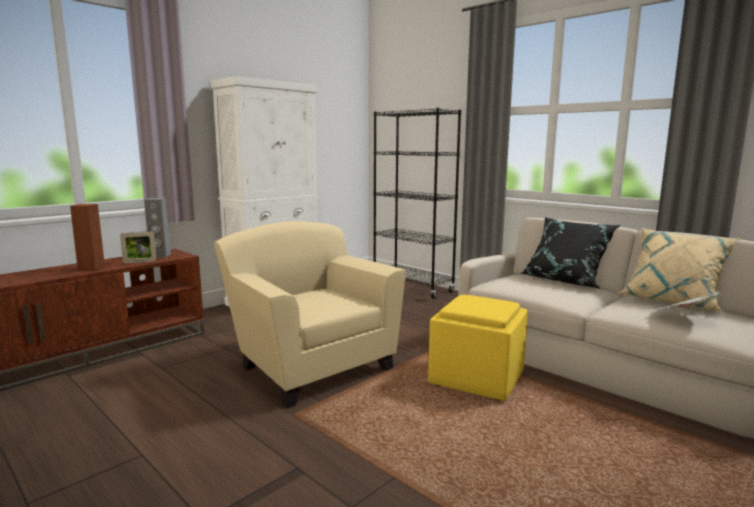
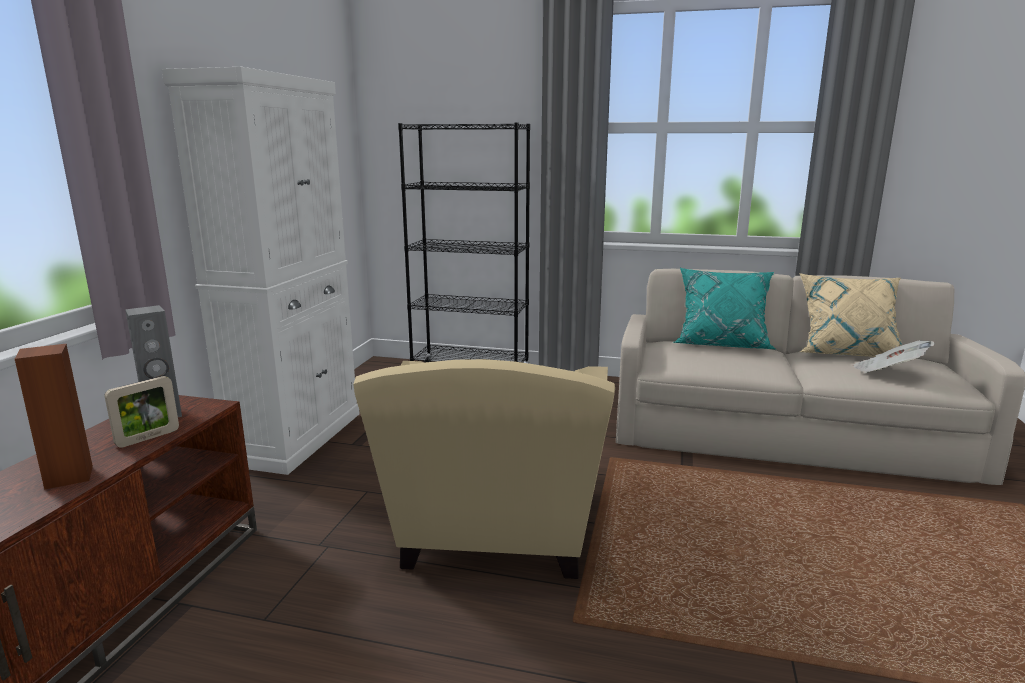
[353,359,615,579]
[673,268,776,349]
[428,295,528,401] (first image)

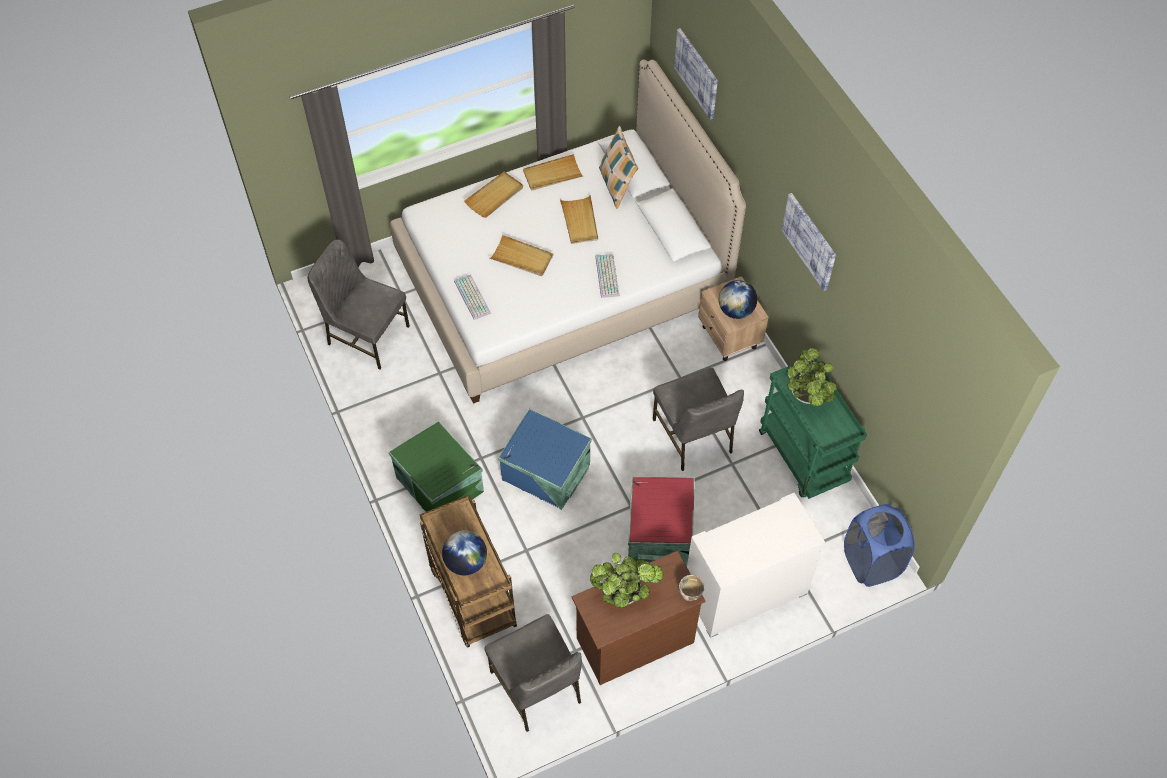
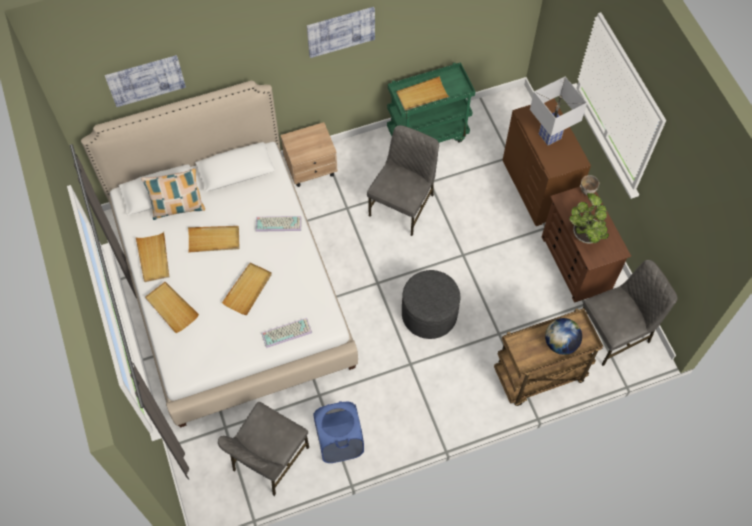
[313,402,364,463]
[367,125,439,236]
[396,76,450,111]
[402,270,460,339]
[503,98,591,226]
[530,77,587,145]
[389,421,484,512] (first image)
[628,477,695,567] (first image)
[719,280,757,319] (first image)

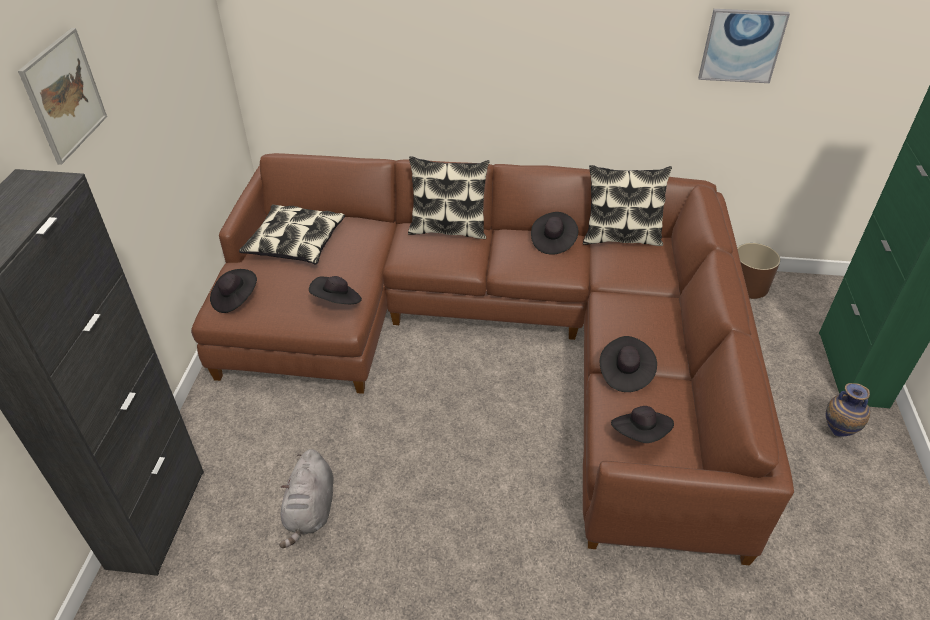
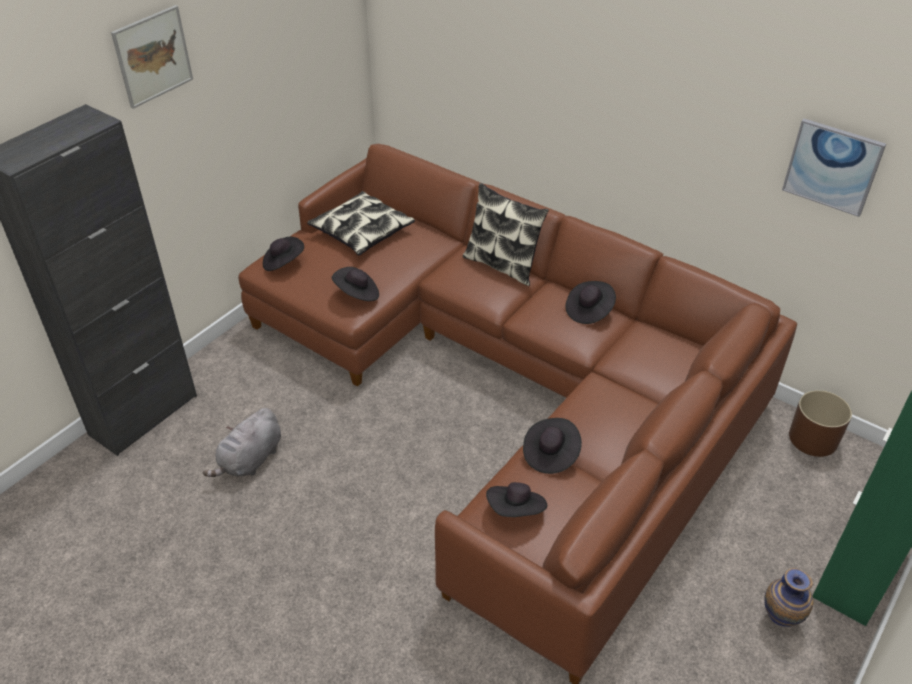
[583,165,672,246] (first image)

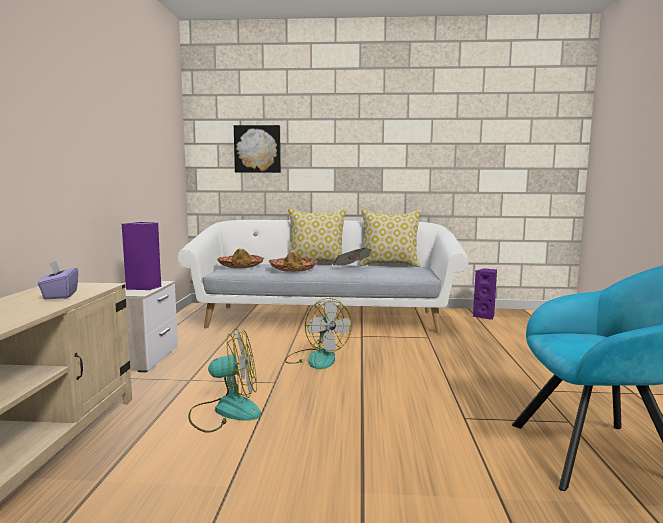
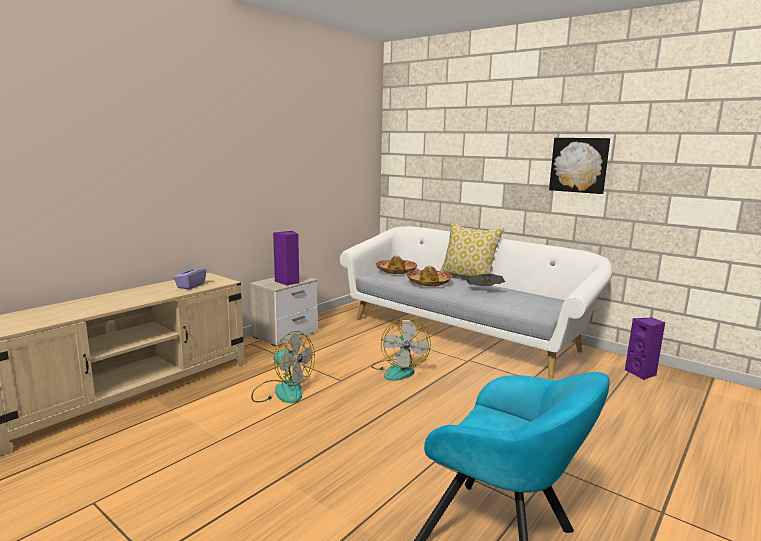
[549,138,610,194]
[360,209,421,267] (first image)

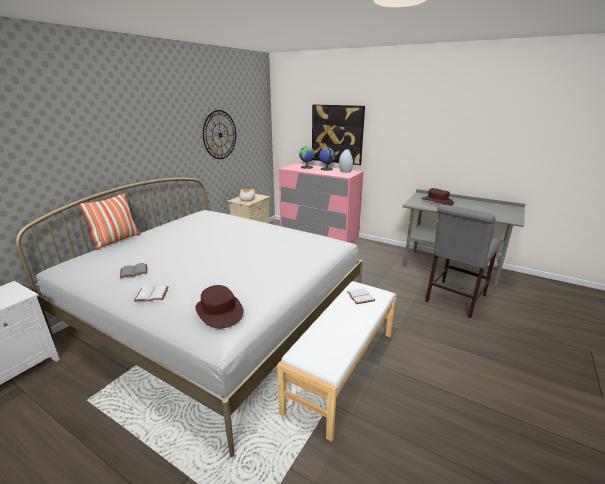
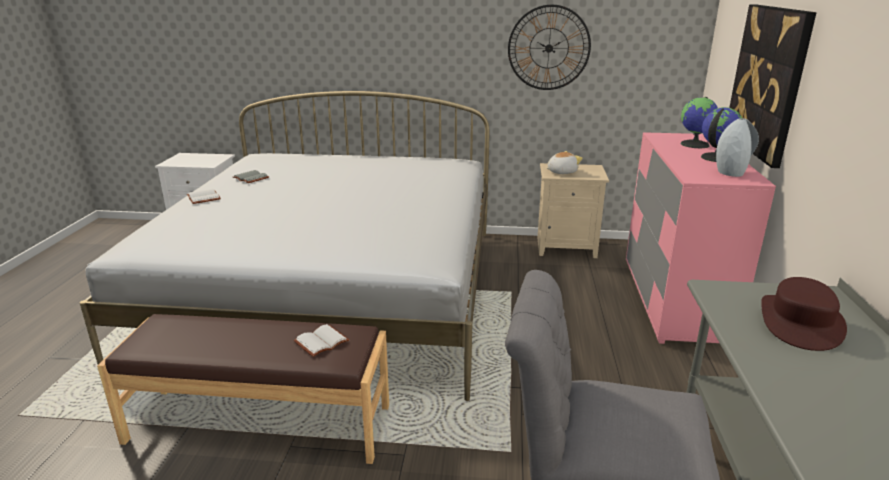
[97,314,389,464]
[79,193,141,250] (first image)
[195,285,243,328] (first image)

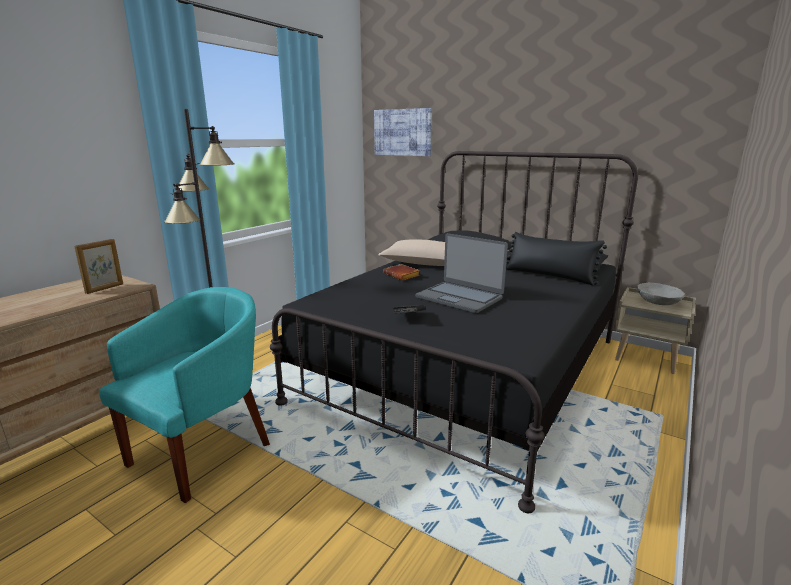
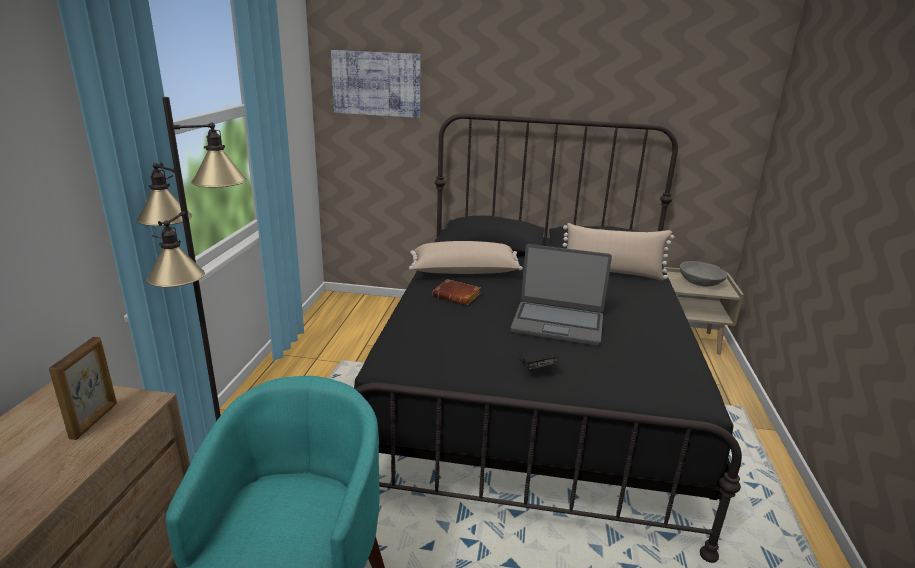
[562,223,674,280]

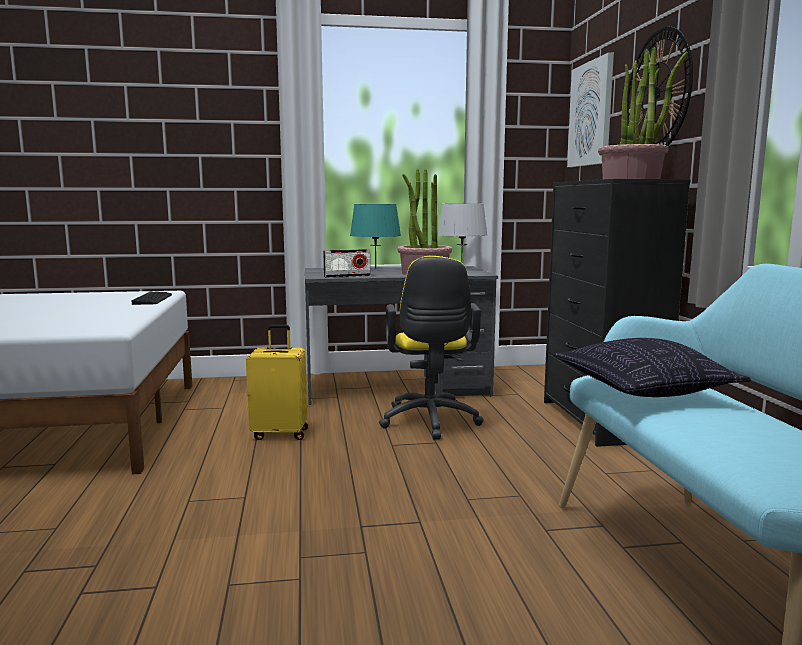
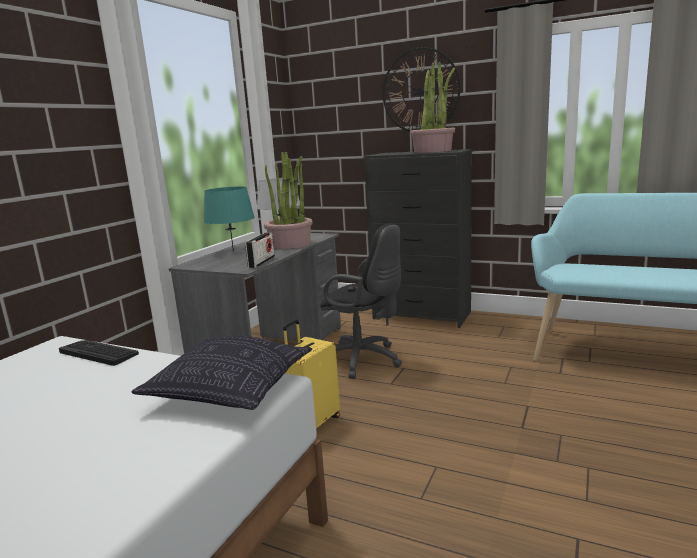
[131,336,312,410]
[320,224,402,379]
[567,52,614,167] (first image)

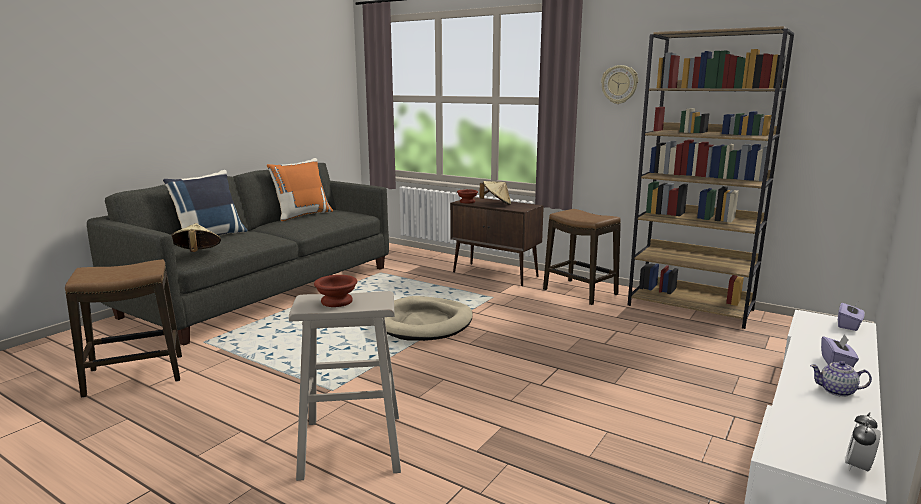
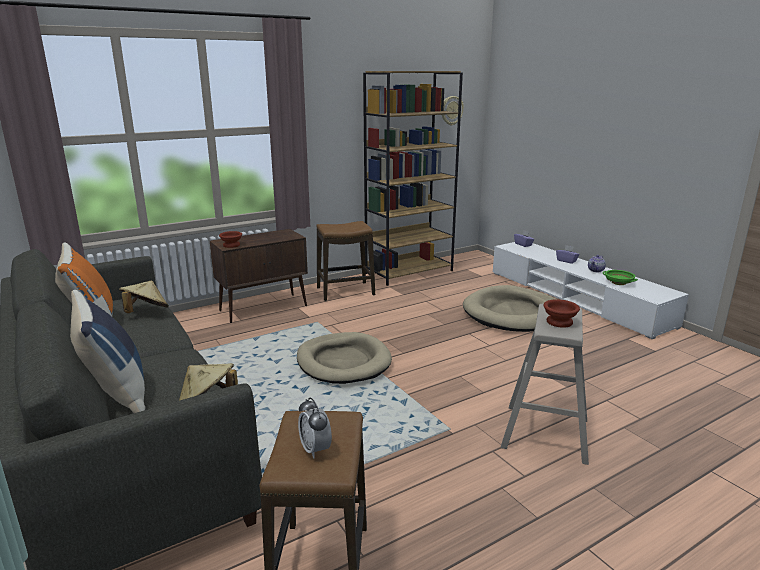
[119,281,169,313]
[298,397,332,459]
[442,96,464,126]
[463,285,556,332]
[603,270,638,285]

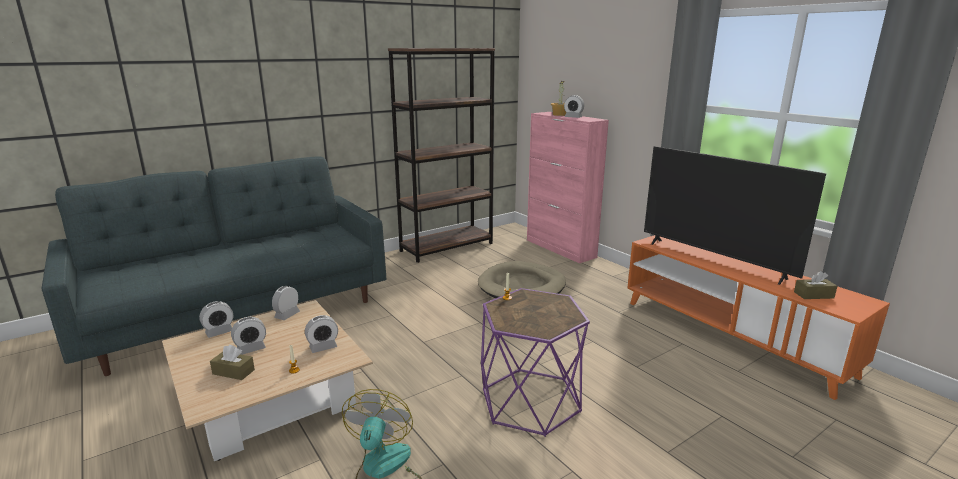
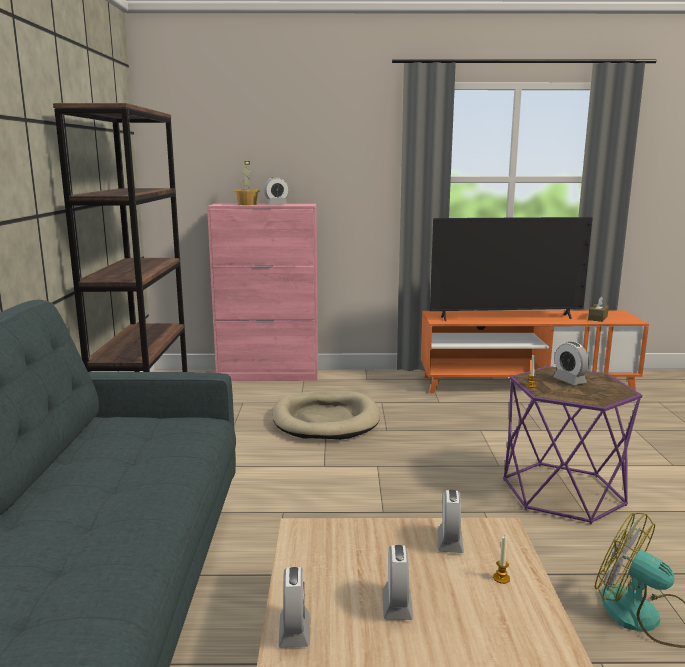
[553,342,589,385]
[210,345,255,380] (first image)

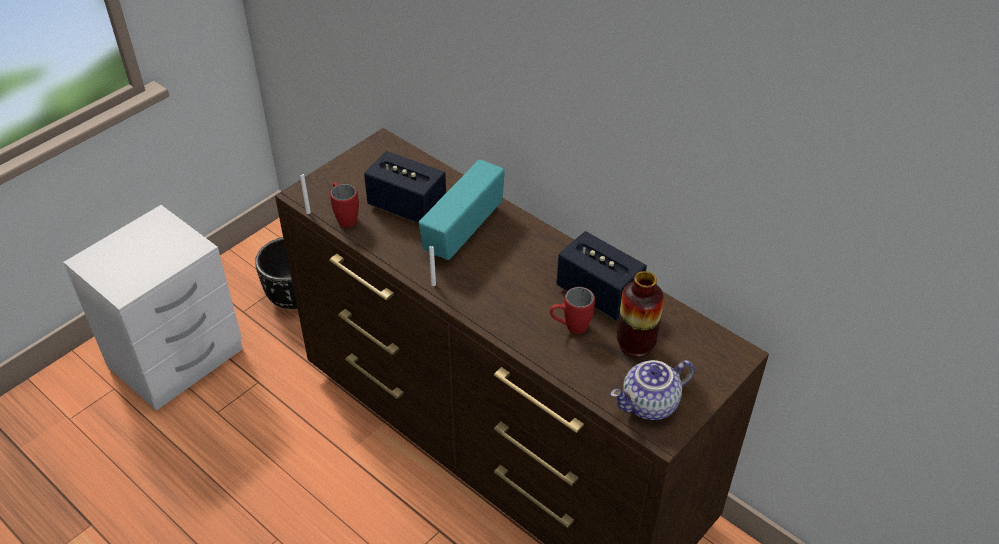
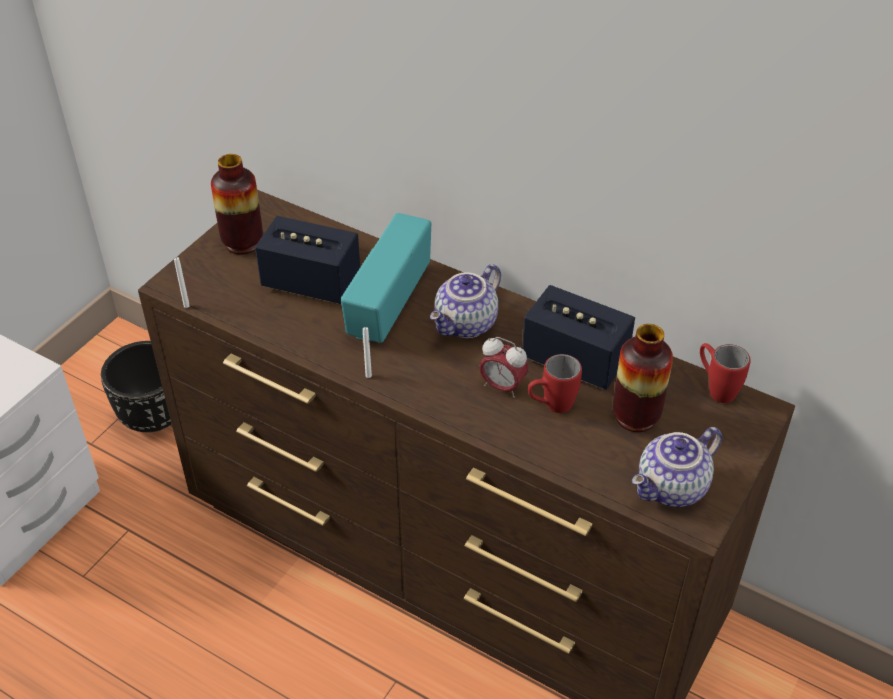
[211,154,263,255]
[430,264,501,338]
[479,337,529,398]
[700,343,751,403]

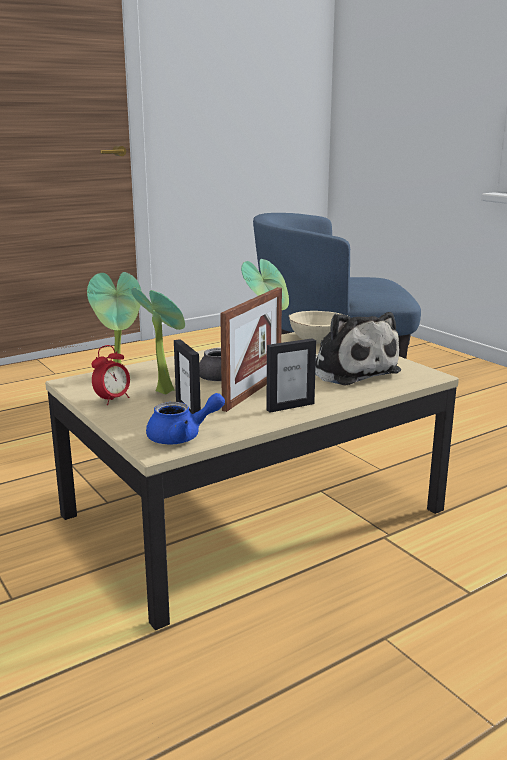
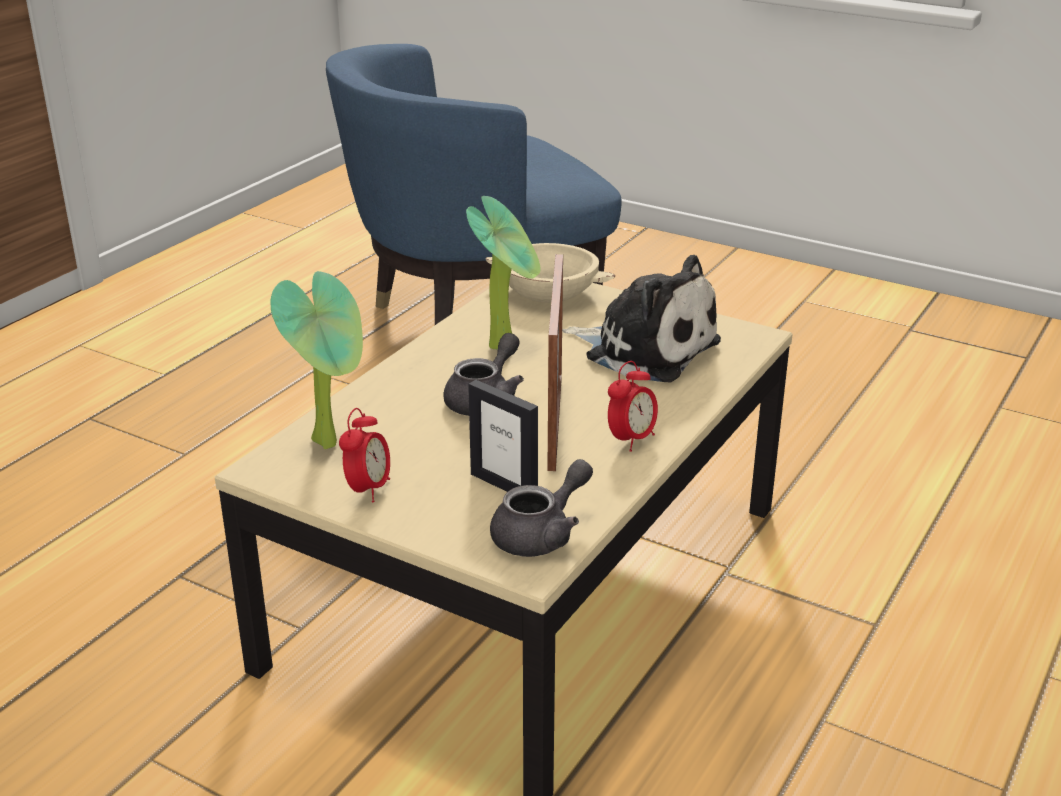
[490,459,593,557]
[608,361,658,452]
[131,287,185,394] (first image)

